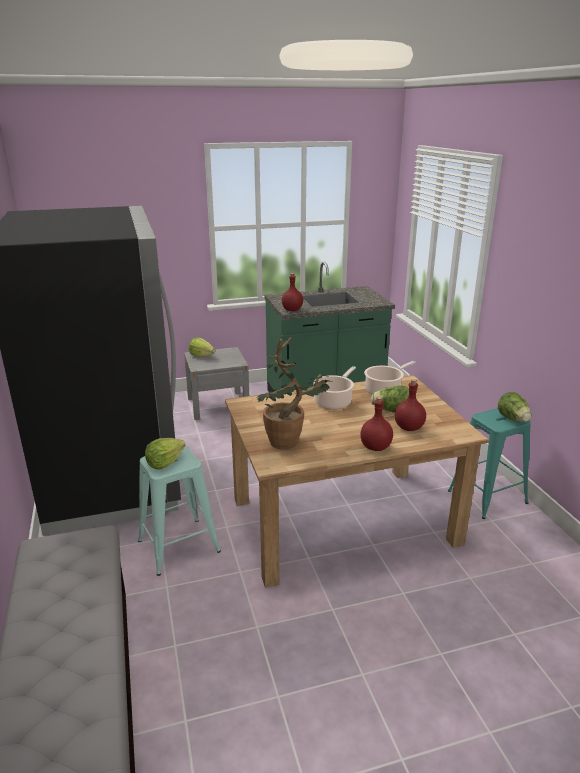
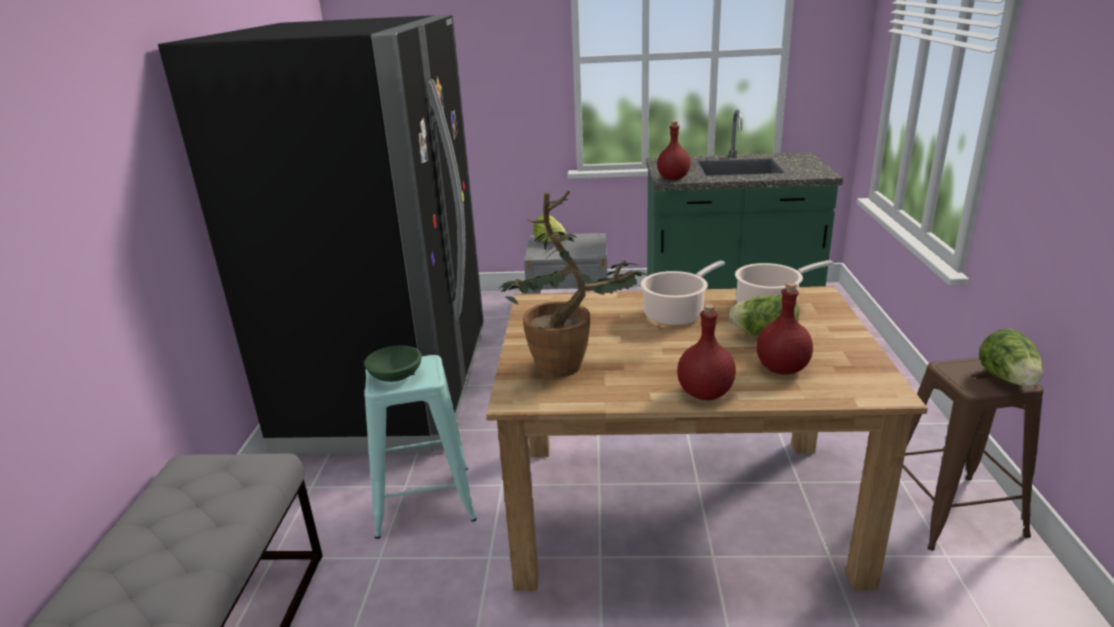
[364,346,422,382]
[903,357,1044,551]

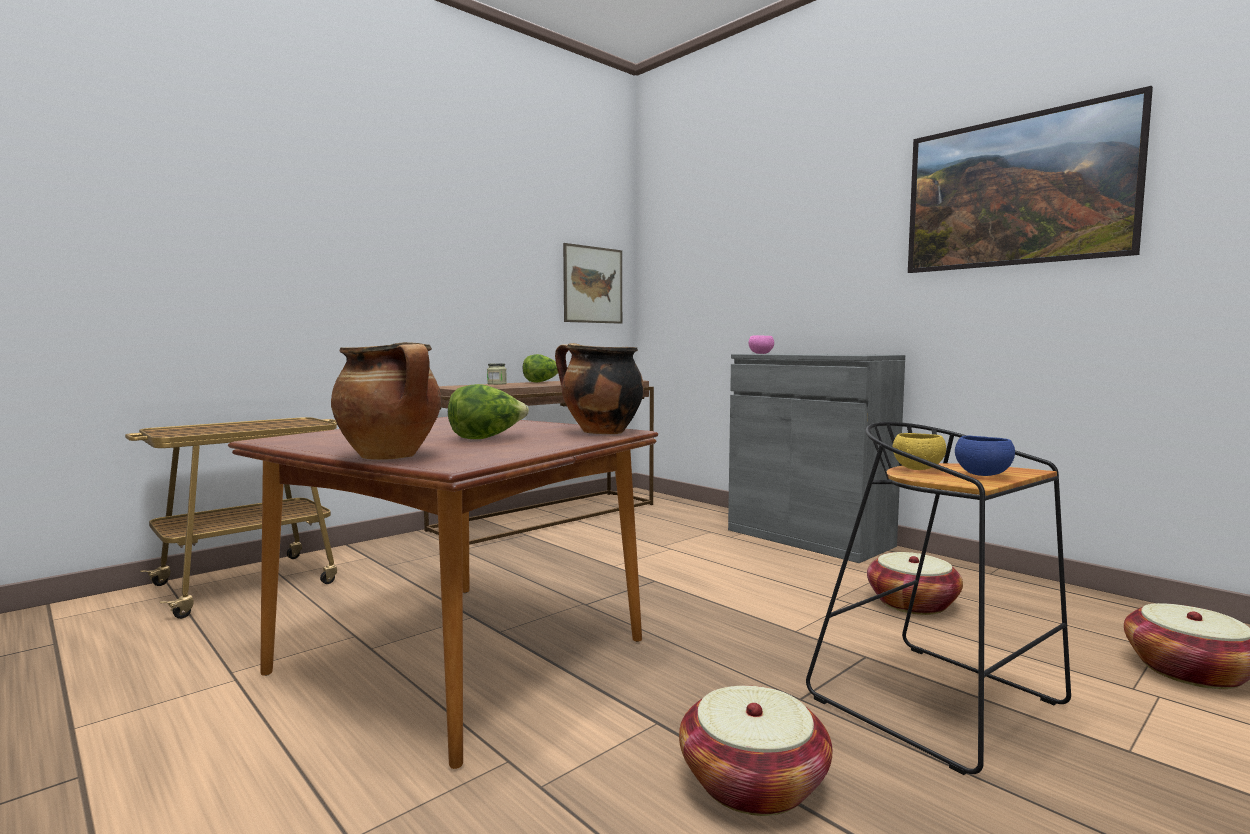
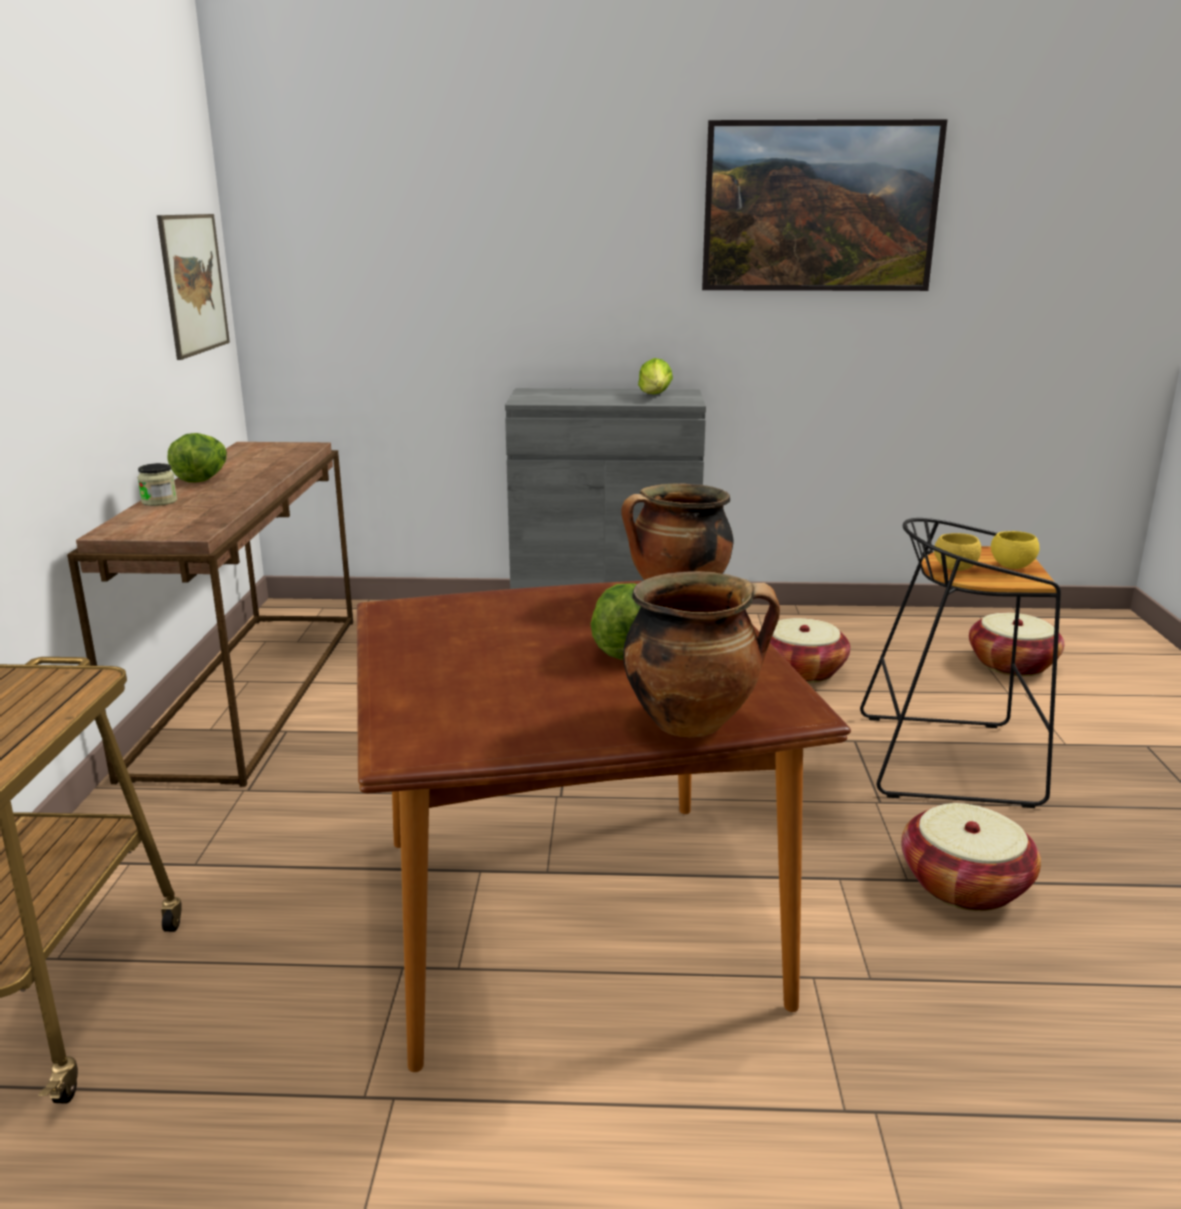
[638,358,673,394]
[991,531,1040,569]
[748,335,774,354] (first image)

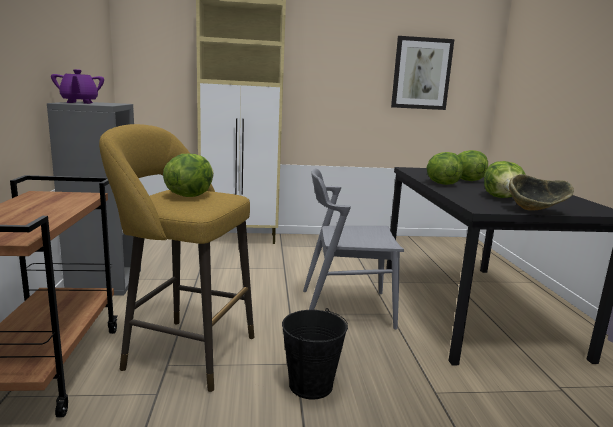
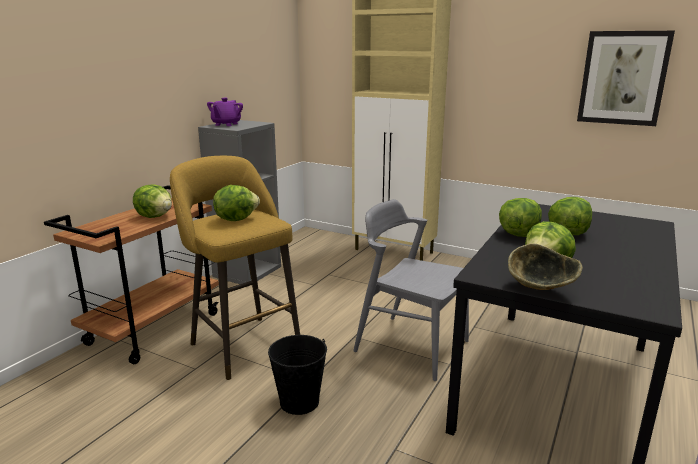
[133,184,172,218]

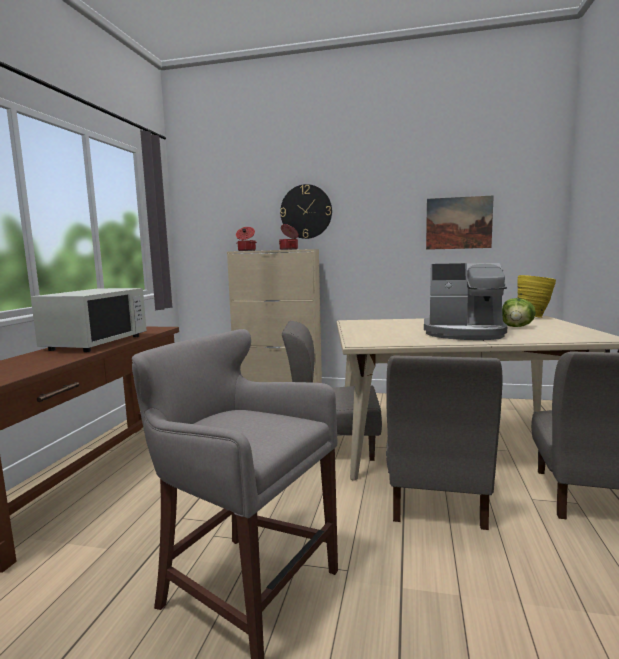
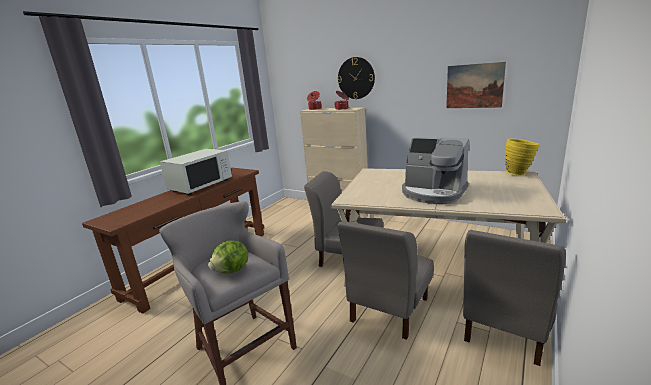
[208,240,248,274]

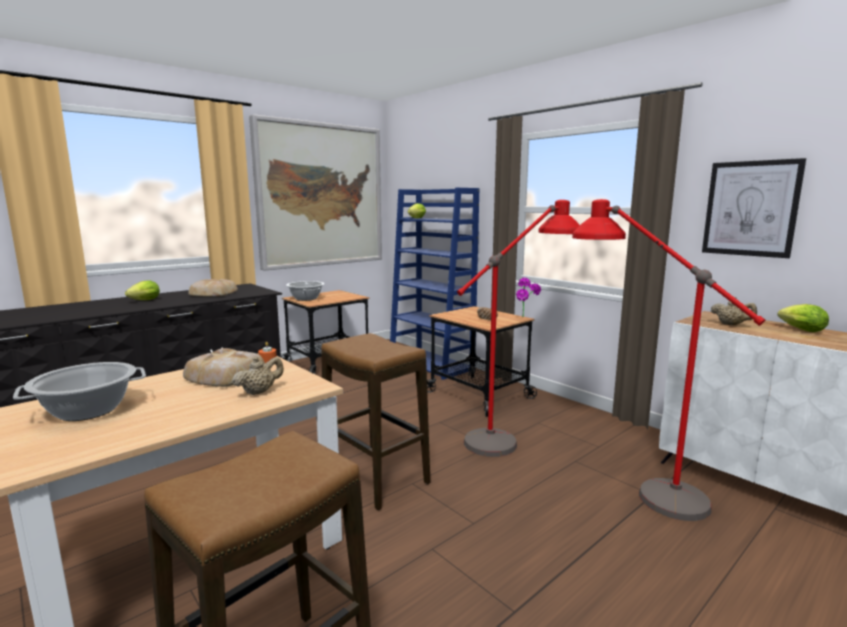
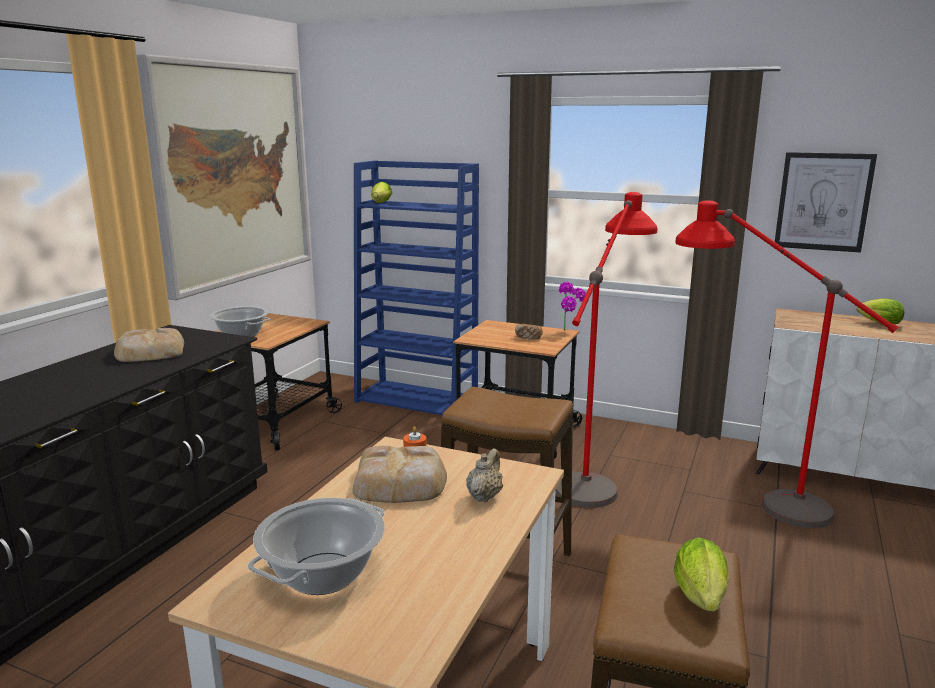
[674,538,729,611]
[711,297,757,325] (first image)

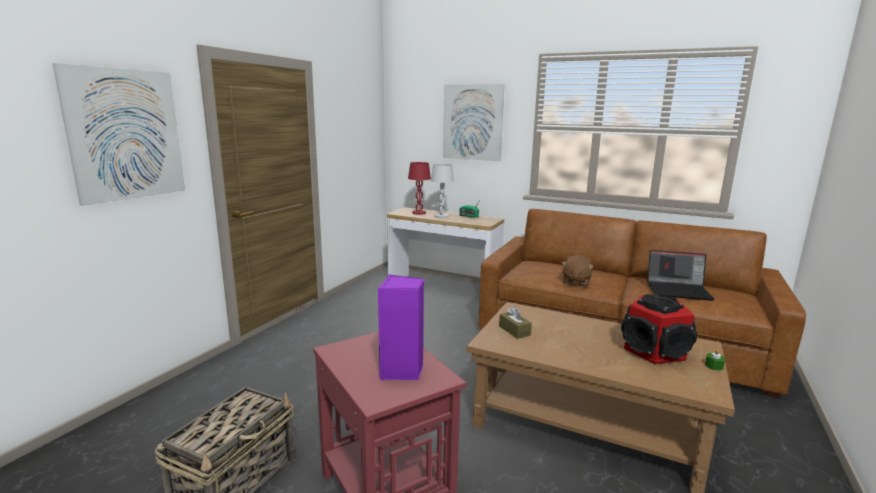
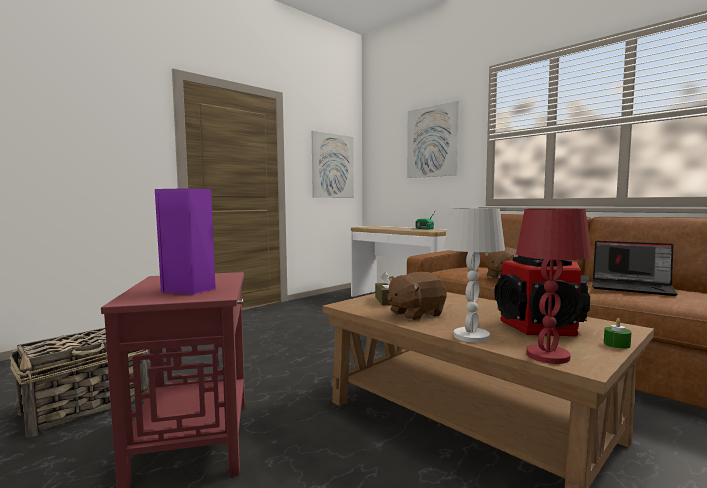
[312,131,354,198]
[387,272,447,321]
[444,208,505,343]
[516,208,591,364]

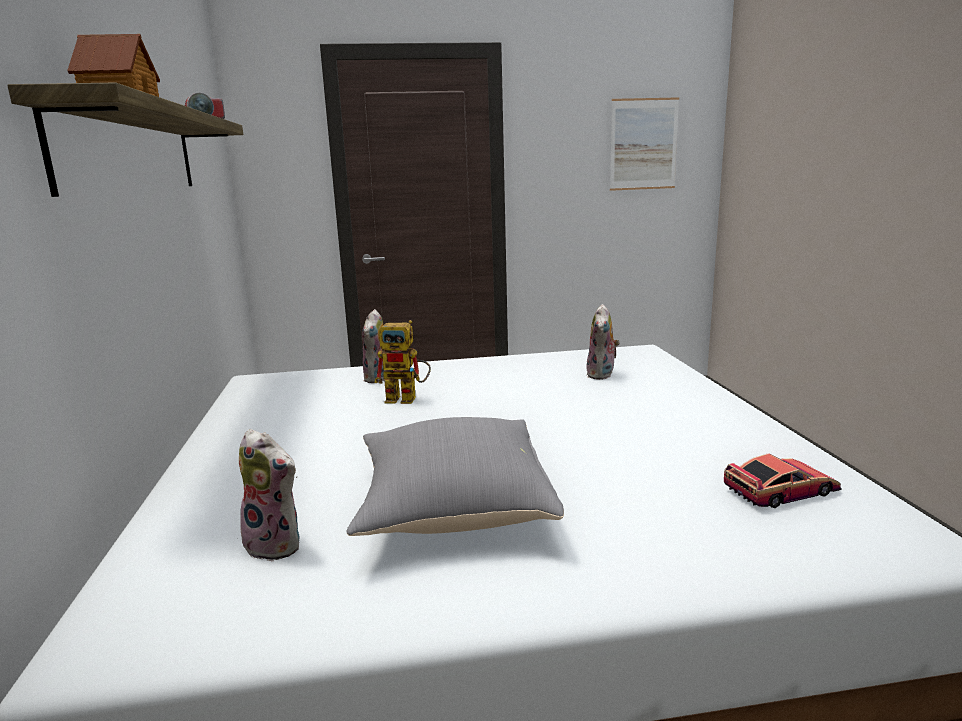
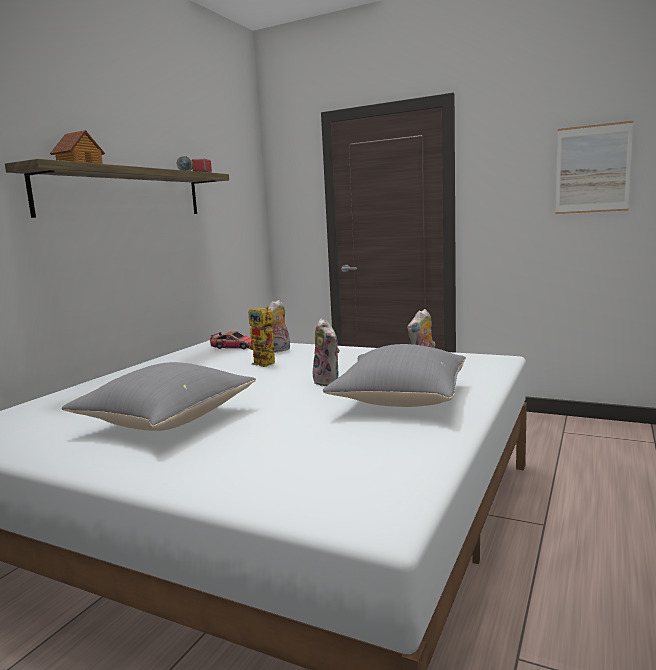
[210,331,251,350]
[313,318,340,386]
[323,344,466,407]

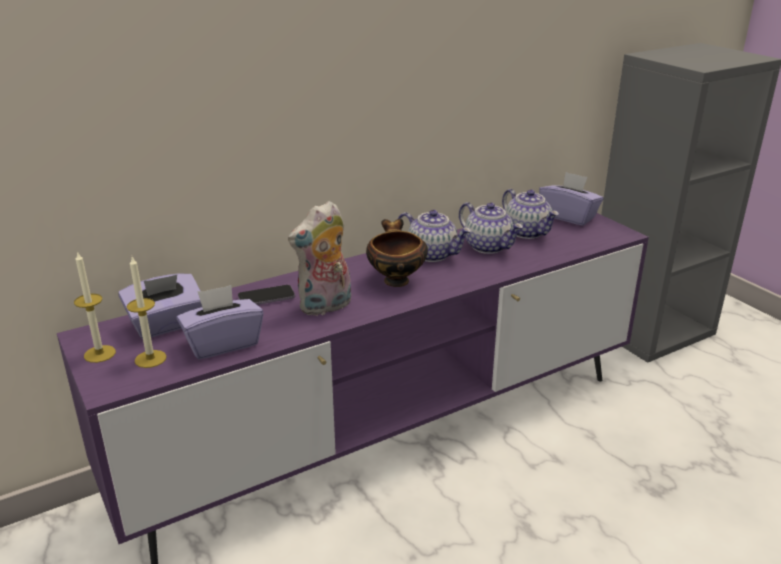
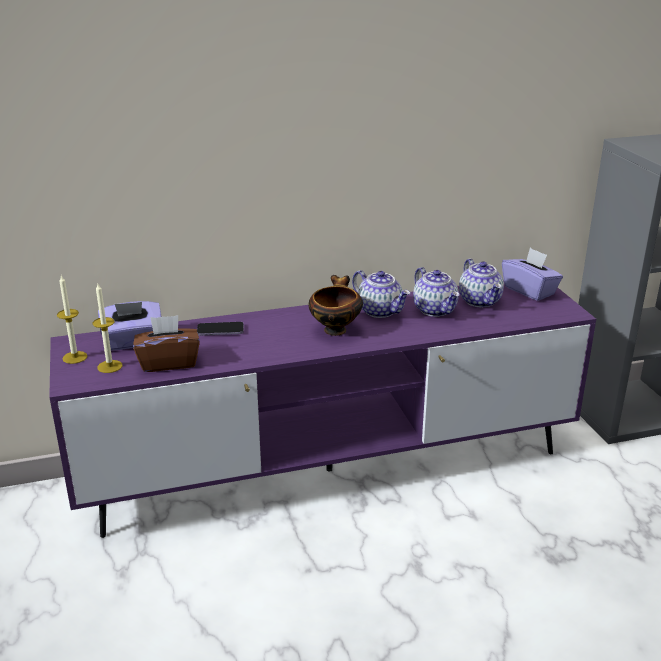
[133,315,200,372]
[288,201,351,316] (first image)

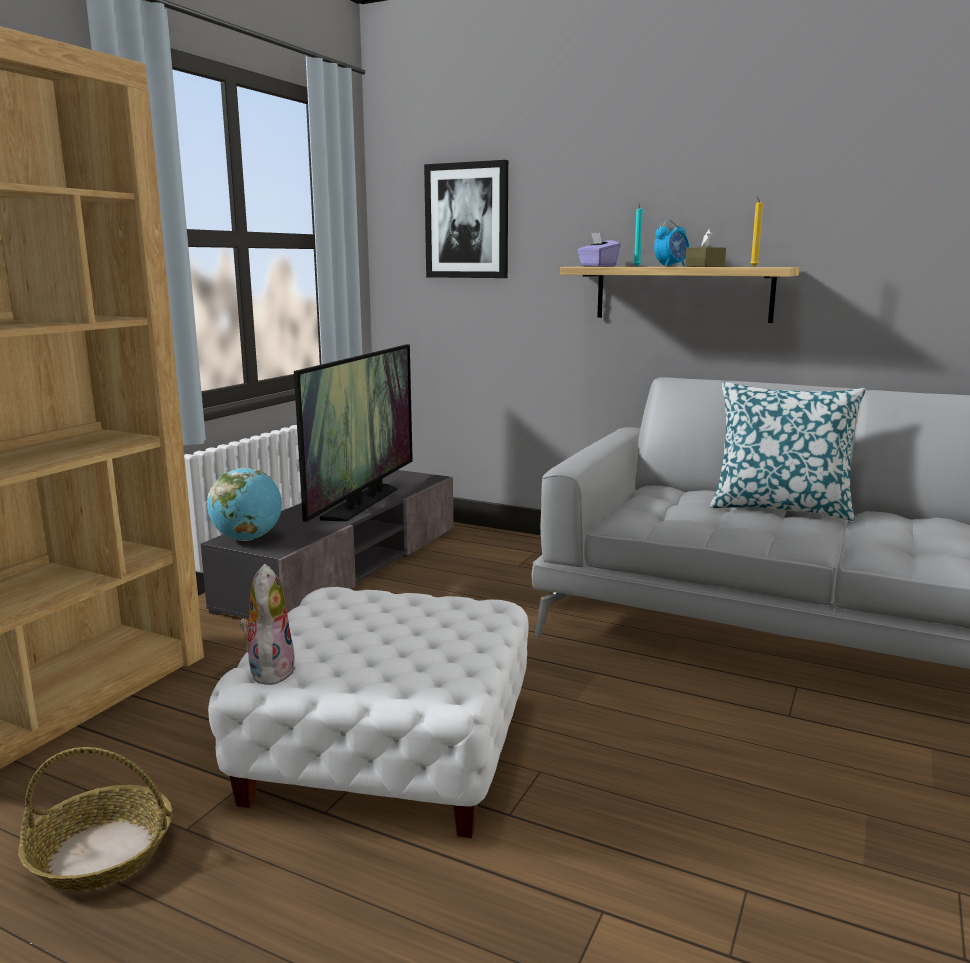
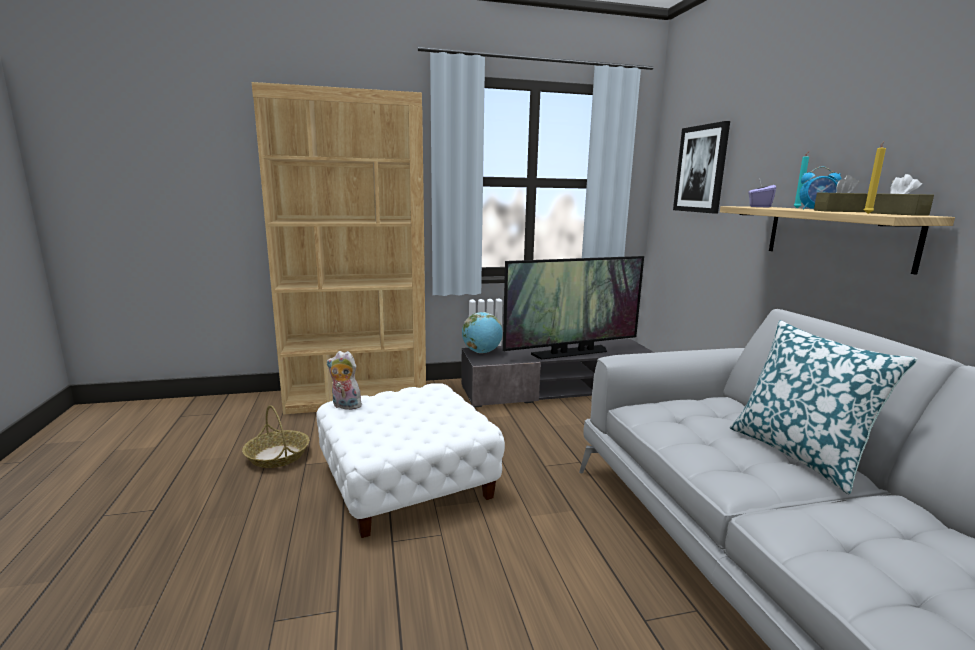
[327,351,362,410]
[870,174,934,216]

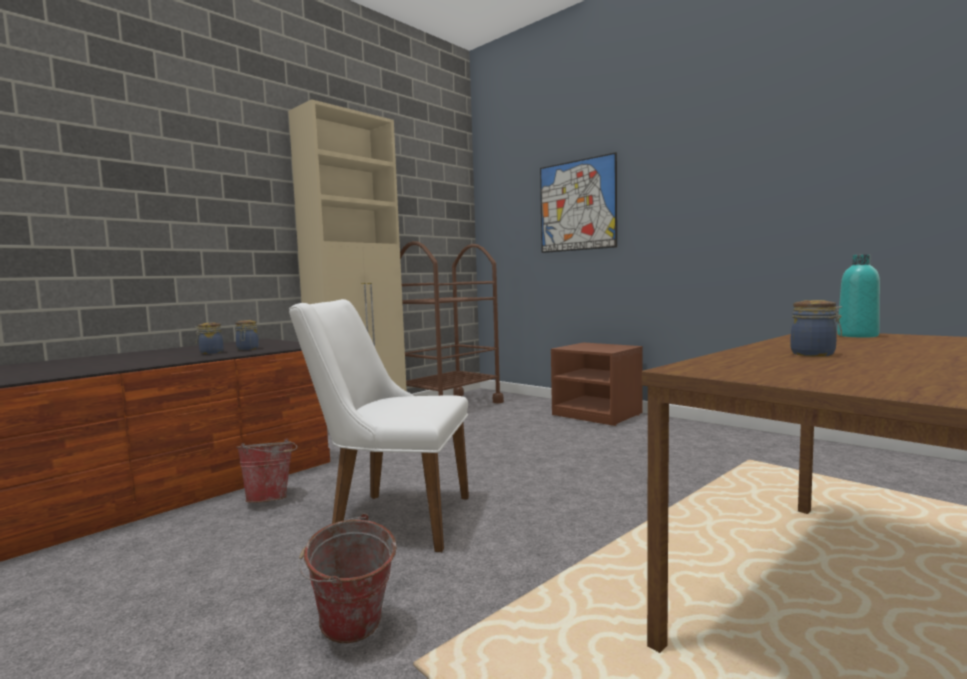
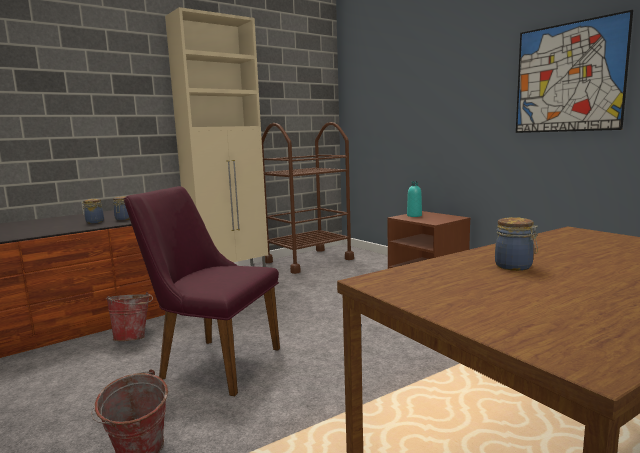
[124,186,280,396]
[407,181,422,217]
[516,10,633,133]

